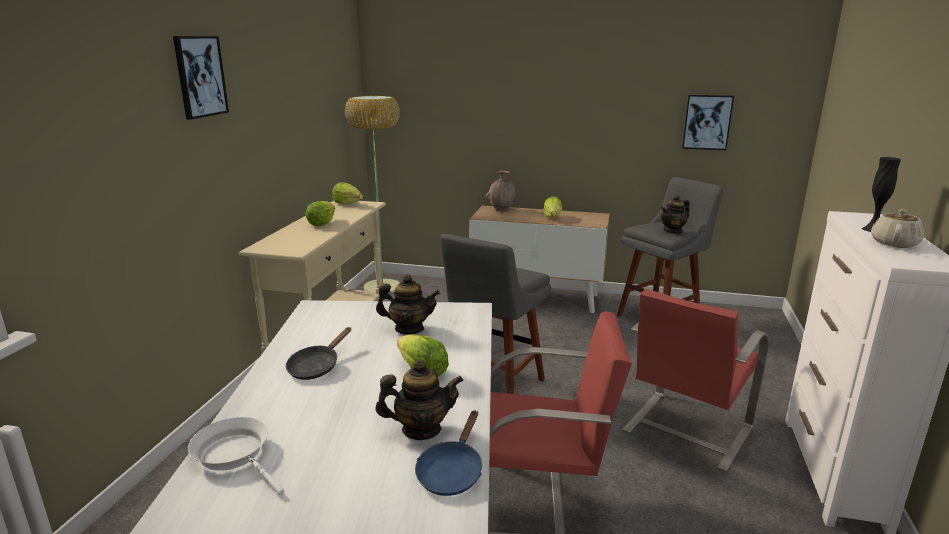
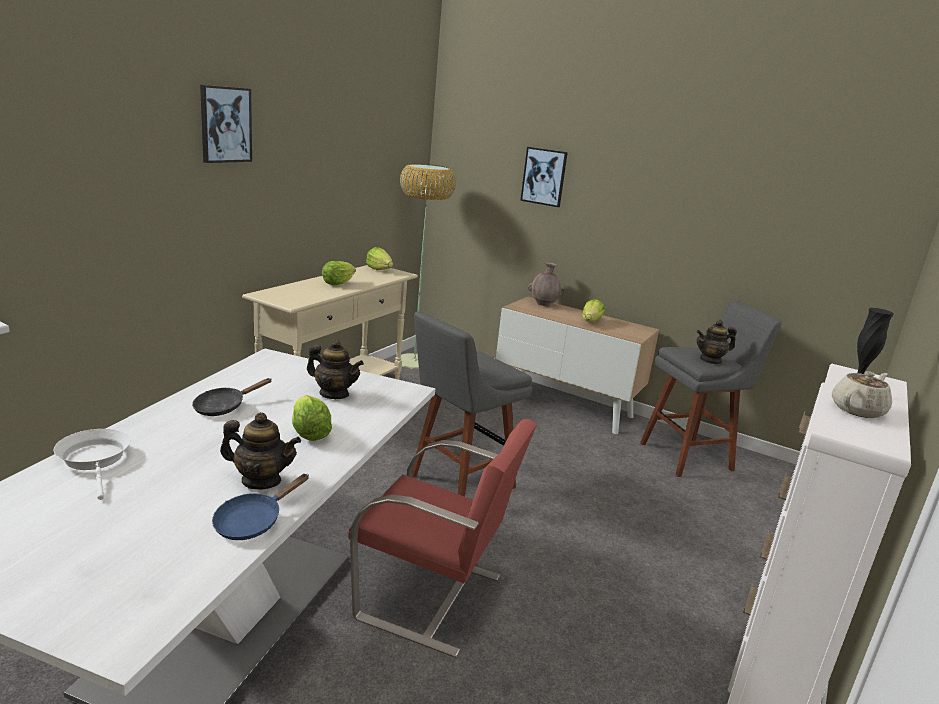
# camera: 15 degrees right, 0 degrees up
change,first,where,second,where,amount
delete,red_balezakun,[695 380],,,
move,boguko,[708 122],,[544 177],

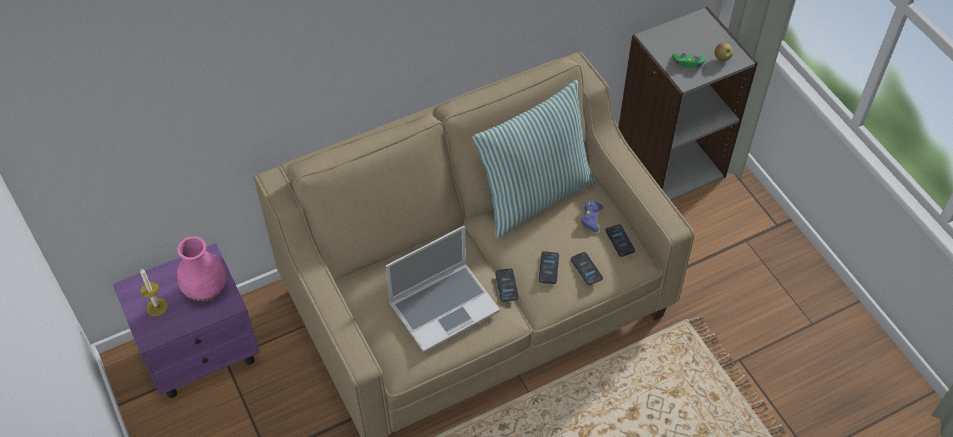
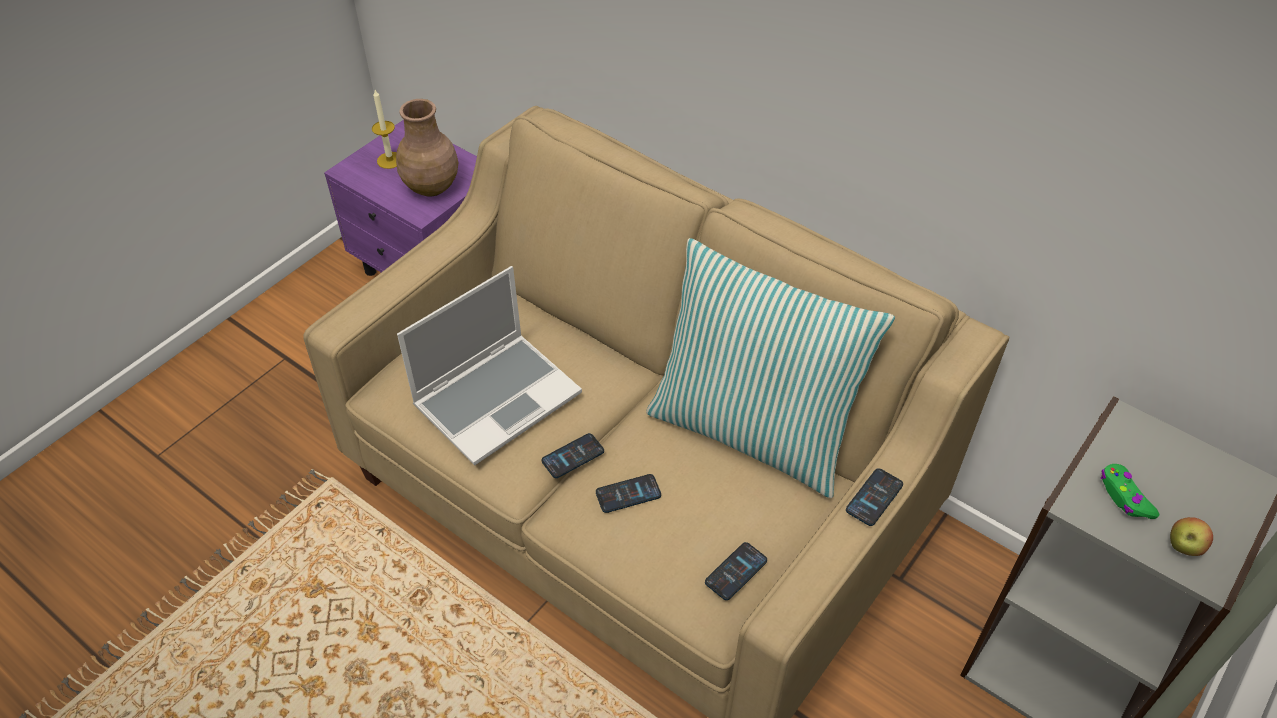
# camera: 65 degrees right, 5 degrees down
change,first,where,second,where,amount
recolor,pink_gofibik,[201 269],brown_gofibik,[427 148],
rotate,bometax,[443 289],,[489 365],75 degrees counterclockwise
move,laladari,[587 268],,[874 497],
delete,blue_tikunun,[592 216],,,

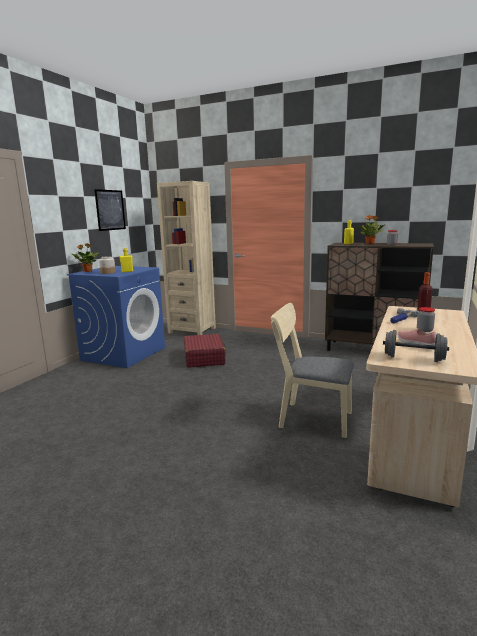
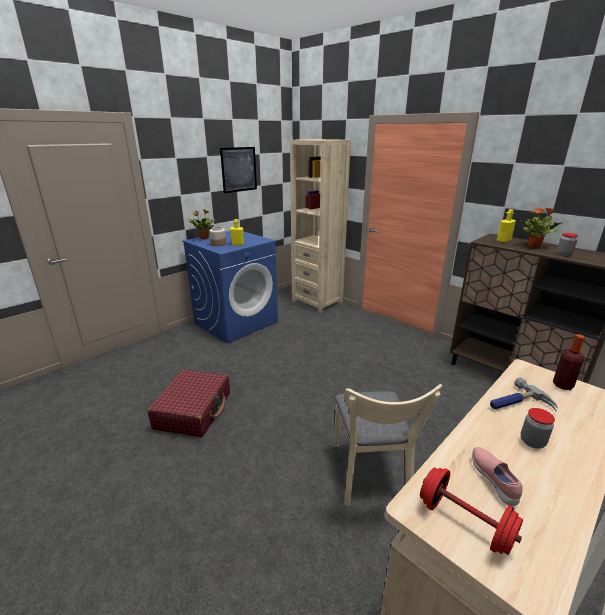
# camera: 20 degrees right, 10 degrees up
change,first,where,second,where,amount
move,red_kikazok,[205 351],,[189 403],
rotate,beige_balezakun,[312 370],,[388 445],135 degrees counterclockwise
recolor,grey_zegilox,[416 346],red_zegilox,[471 511],

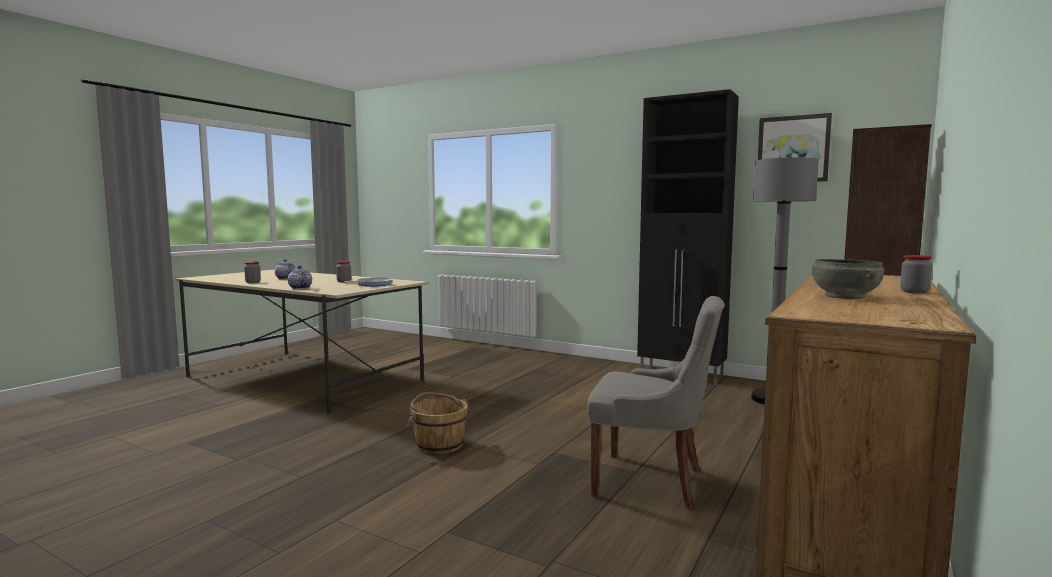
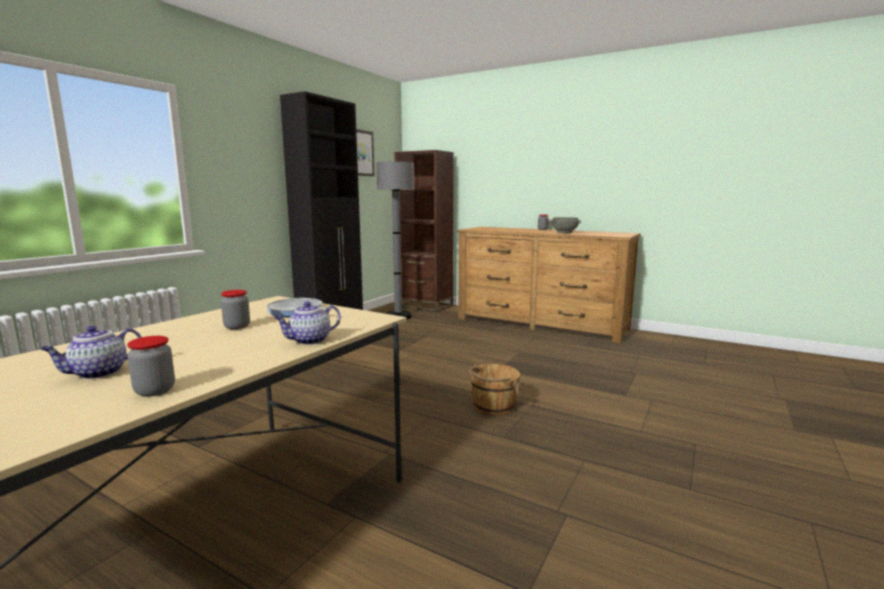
# camera: 90 degrees left, 5 degrees up
change,first,where,second,where,amount
delete,grey_balezakun,[656 403],,,

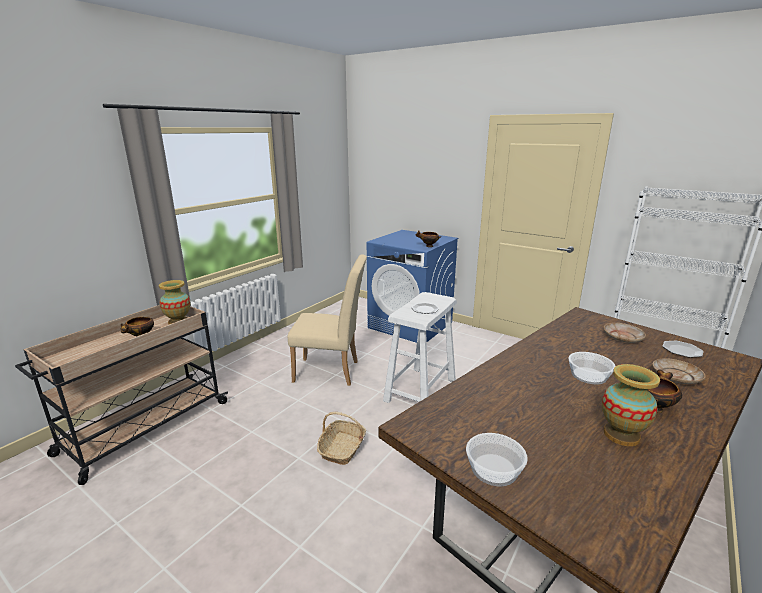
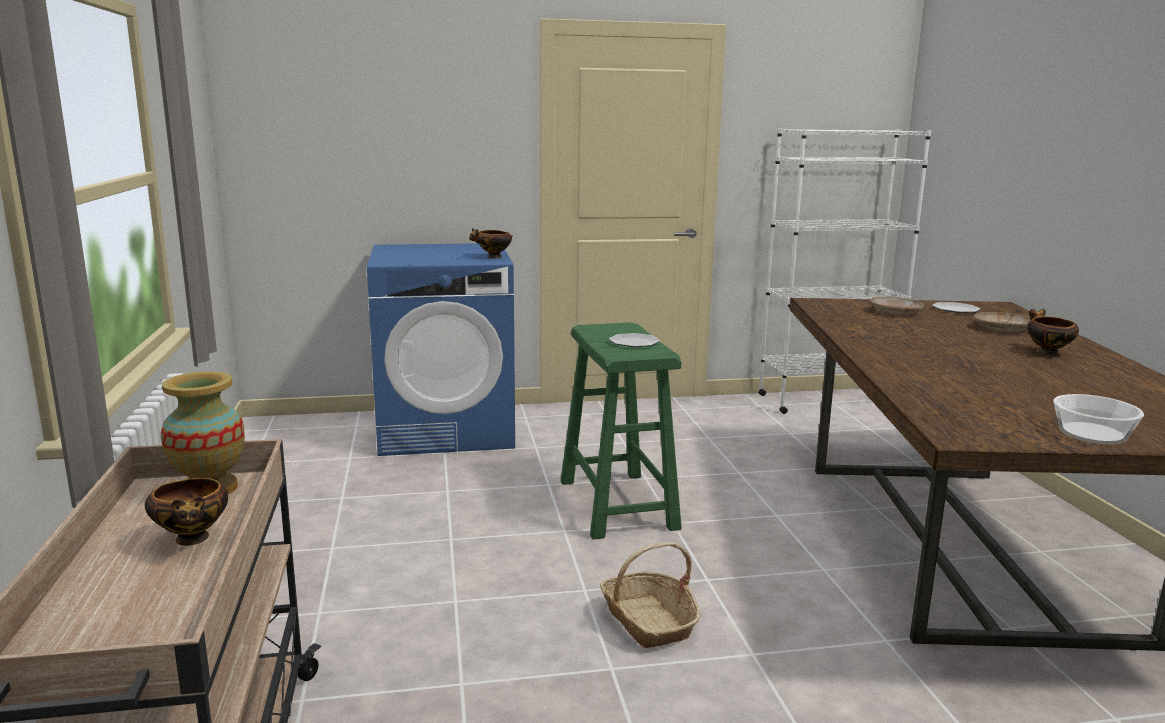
# camera: 45 degrees left, 5 degrees down
change,first,where,second,where,amount
delete,beige_balezakun,[327 320],,,
recolor,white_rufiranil,[420 347],green_rufiranil,[621 431],
delete,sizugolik,[592 368],,,
delete,gofibik,[631 405],,,

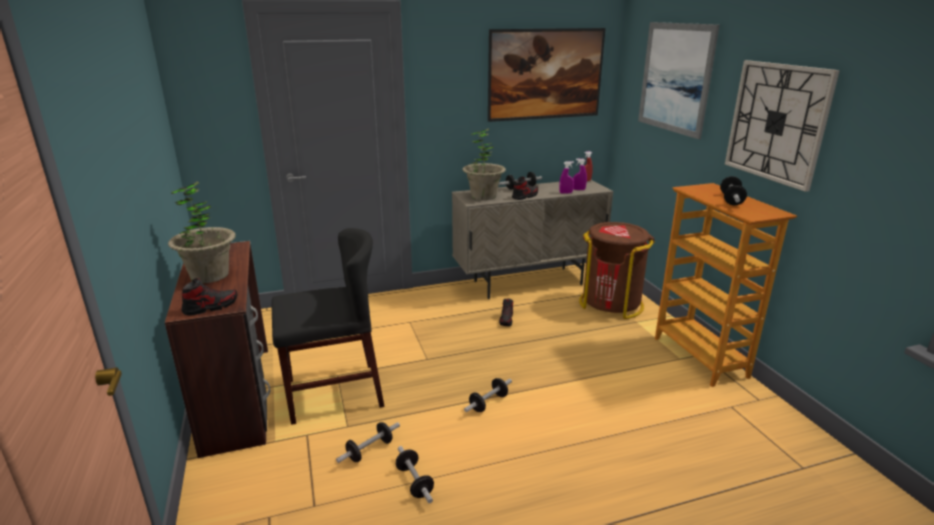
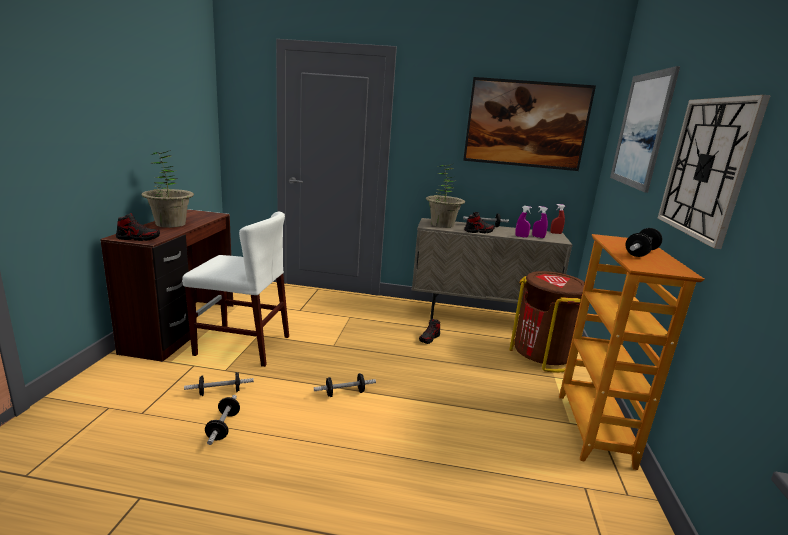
# camera: 25 degrees right, 5 degrees down
change,first,where,second,where,amount
recolor,black_balezakun,[328 326],white_balezakun,[235 289],

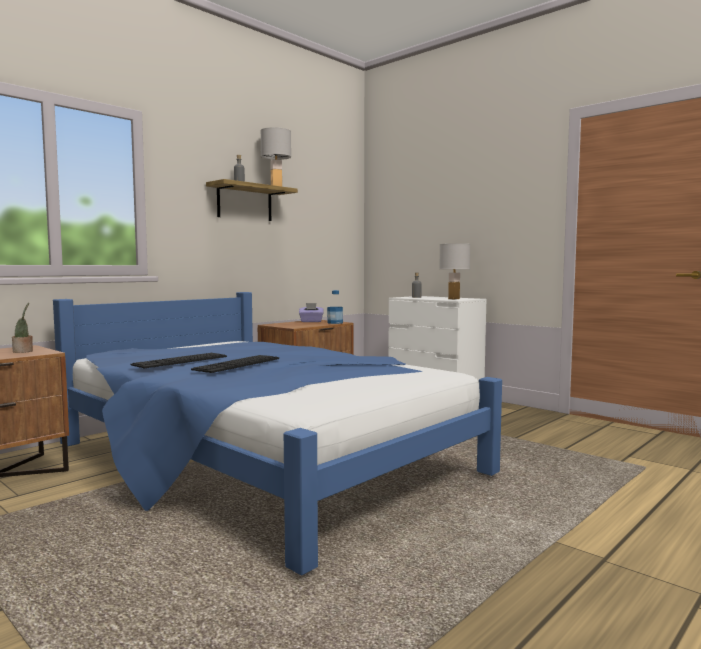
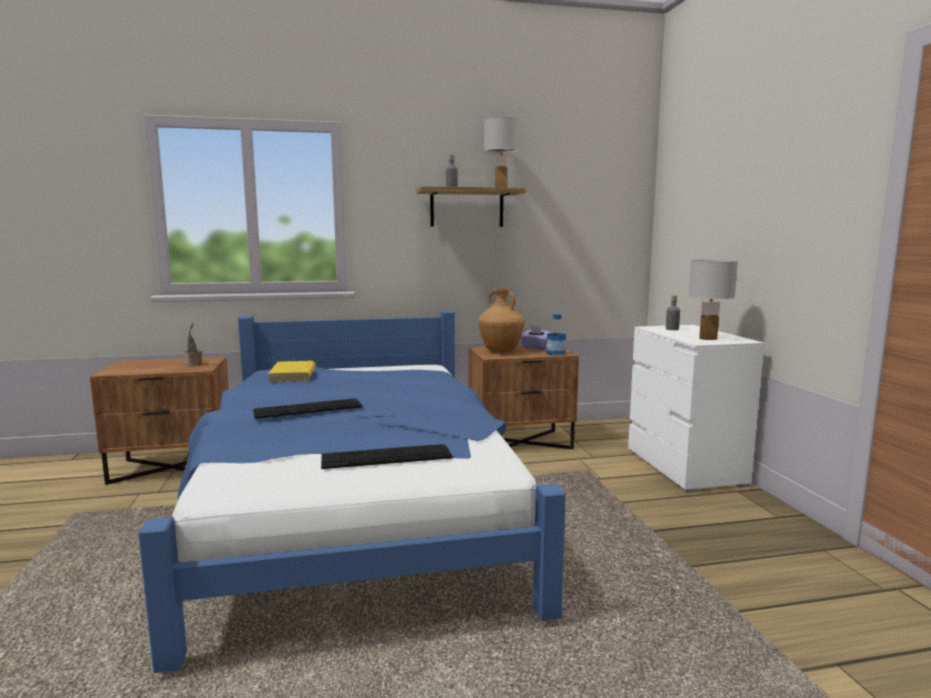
# camera: 35 degrees right, 5 degrees up
change,first,where,second,where,amount
move,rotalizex,[178 361],,[387 456],
insert,,,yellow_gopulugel,[292 372],
insert,,,brown_gofibik,[501 321],

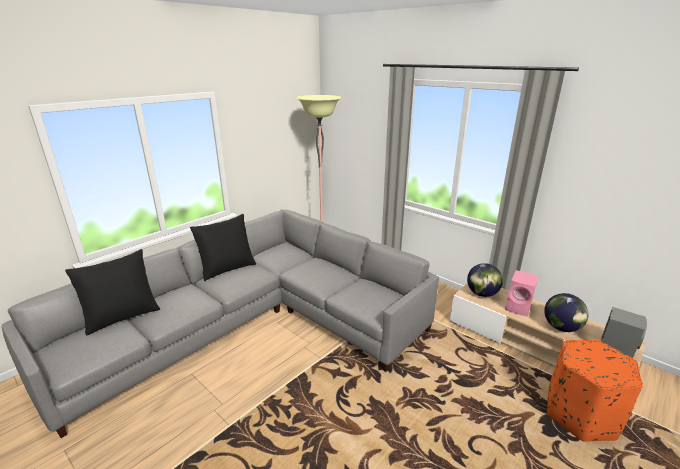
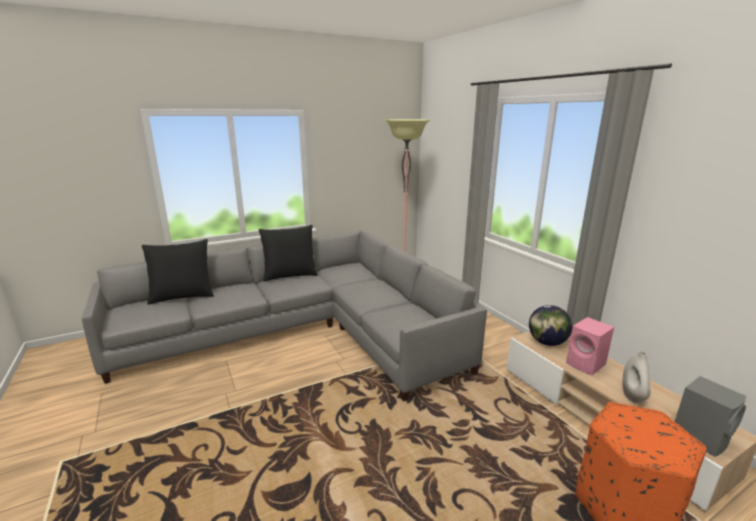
# camera: 20 degrees right, 5 degrees down
change,first,where,second,where,amount
replace,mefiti,[566 312],white_gofibik,[637 377],

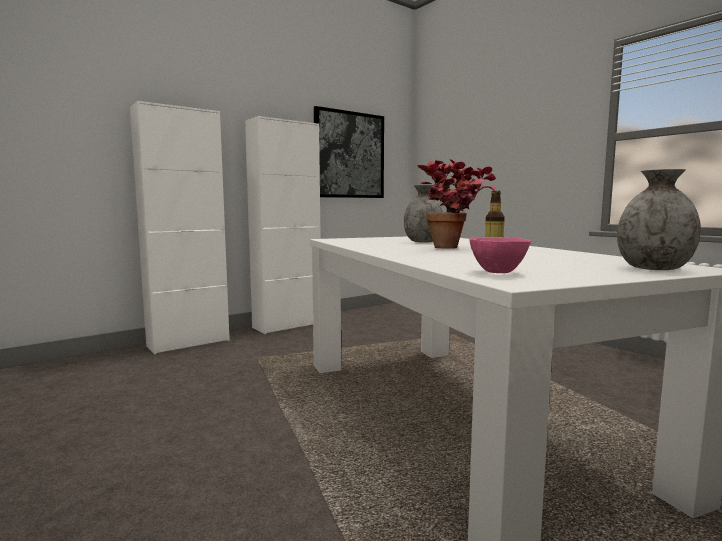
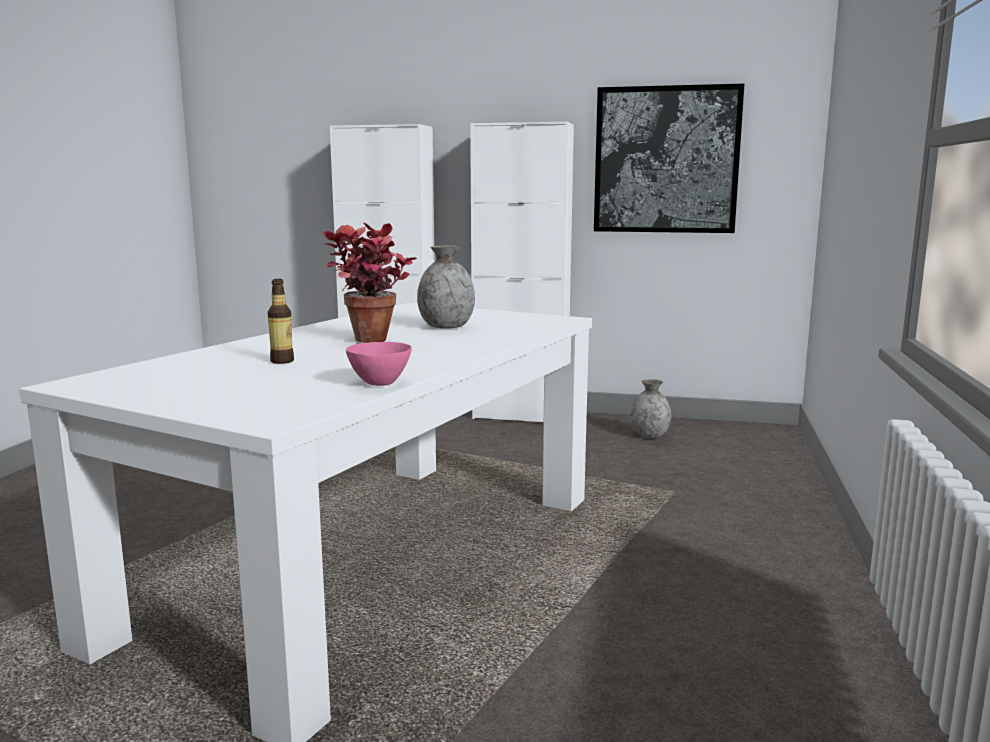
# camera: 50 degrees right, 5 degrees up
change,first,where,second,where,amount
move,pink_sizugolik,[500 255],,[379 364],
move,grey_gofibik,[659 219],,[650 408],

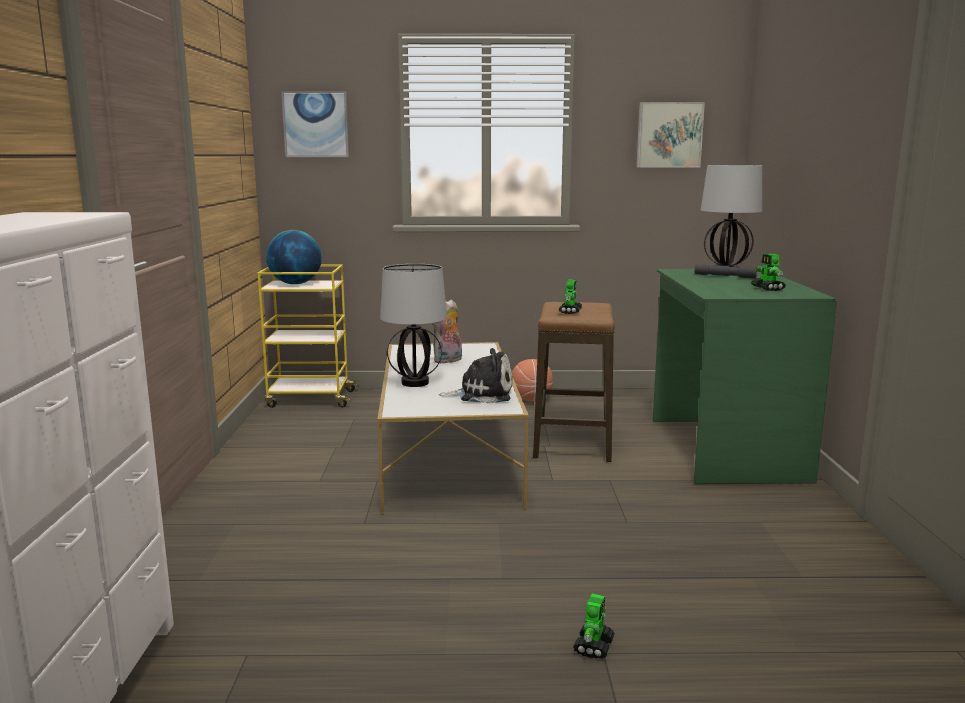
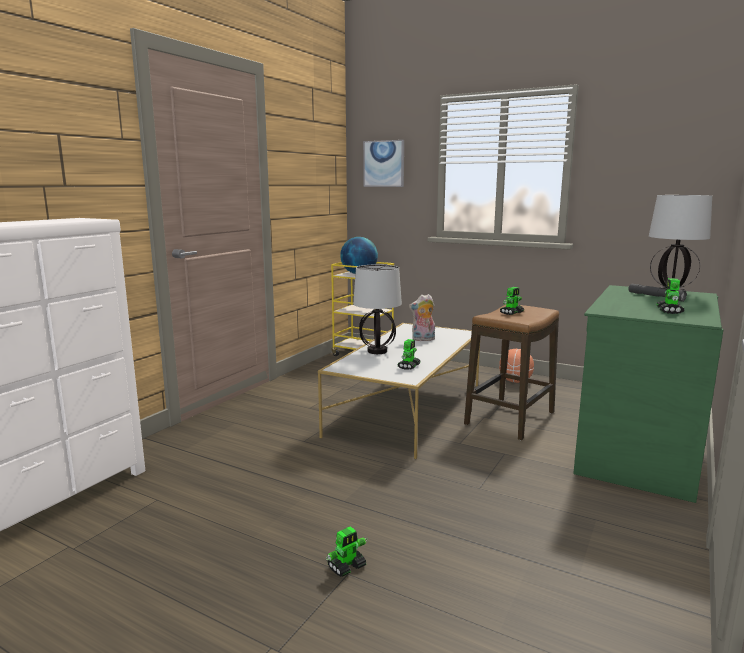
# camera: 30 degrees right, 0 degrees up
change,first,where,second,where,amount
replace,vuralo,[476 376],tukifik,[409 354],
delete,boguko,[670 135],,,

